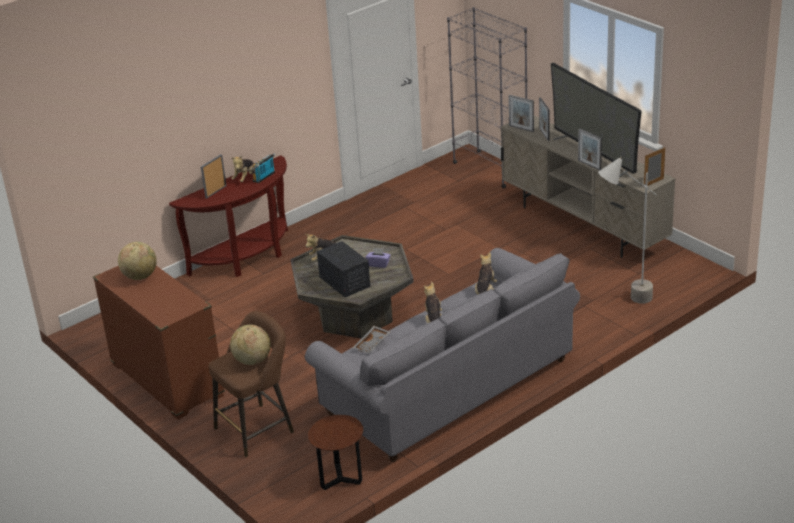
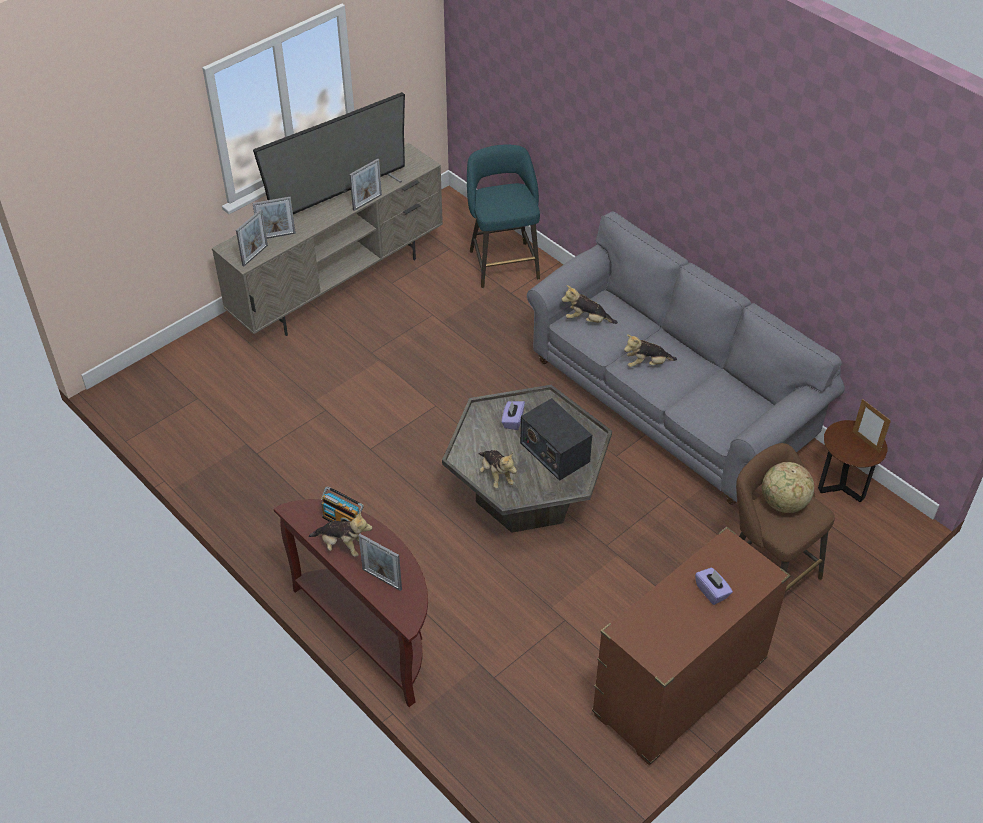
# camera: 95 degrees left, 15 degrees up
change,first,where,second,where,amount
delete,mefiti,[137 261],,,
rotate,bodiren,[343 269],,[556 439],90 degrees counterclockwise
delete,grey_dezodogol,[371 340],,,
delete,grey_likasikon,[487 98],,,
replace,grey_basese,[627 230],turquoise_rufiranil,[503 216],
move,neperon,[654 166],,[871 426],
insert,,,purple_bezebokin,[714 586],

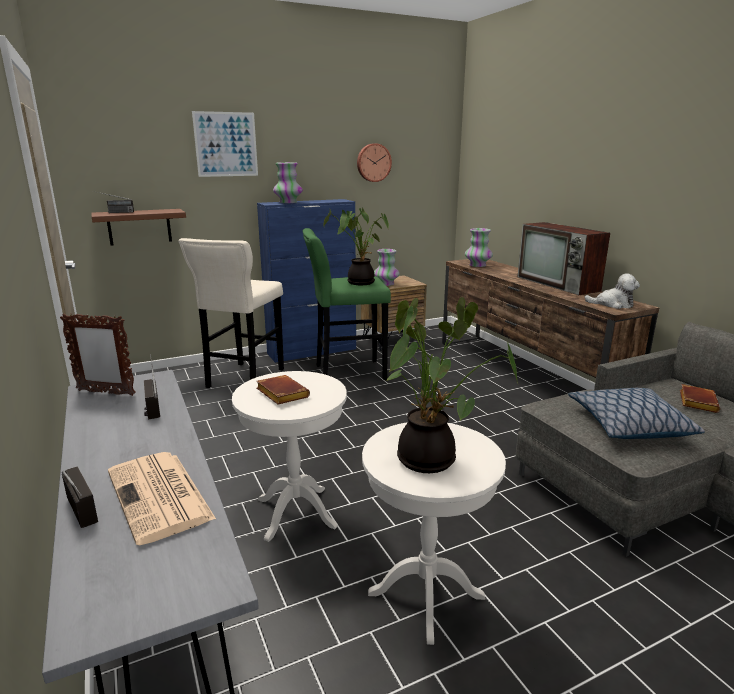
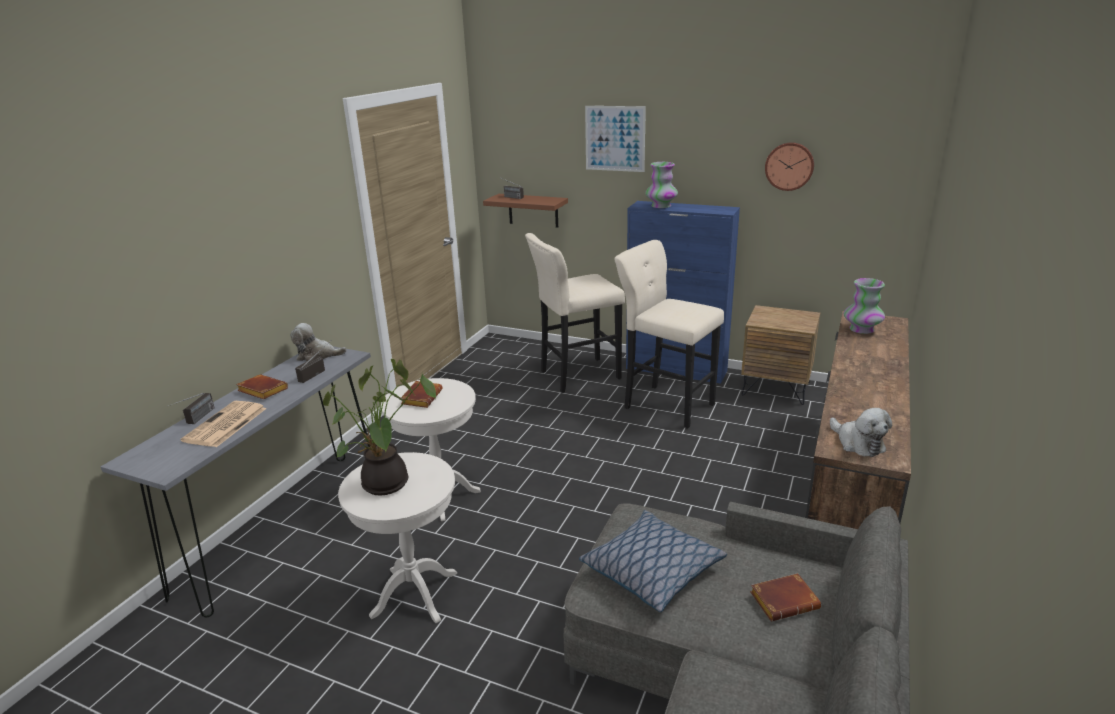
# camera: 50 degrees right, 5 degrees up
change,first,where,second,where,amount
replace,neperon,[98 355],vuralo,[318 342],
recolor,green_rufiranil,[347 304],beige_rufiranil,[669 334],
delete,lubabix,[356 246],,,
delete,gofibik,[387 267],,,
delete,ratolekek,[564 258],,,
insert,,,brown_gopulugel,[262 386],

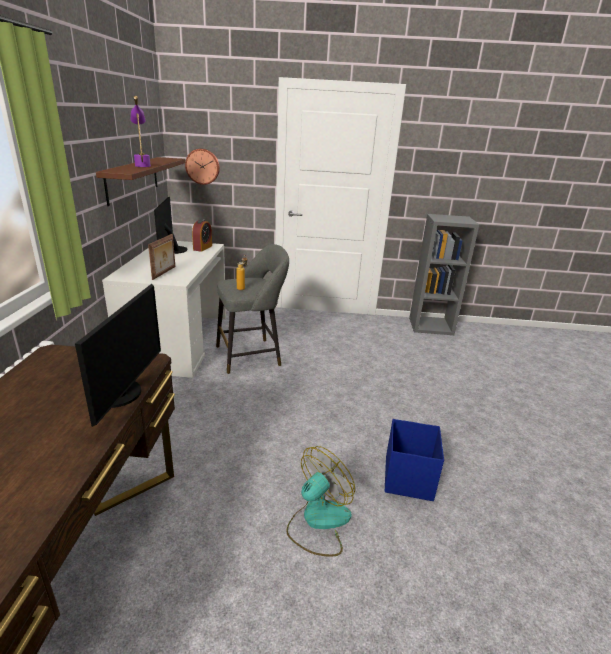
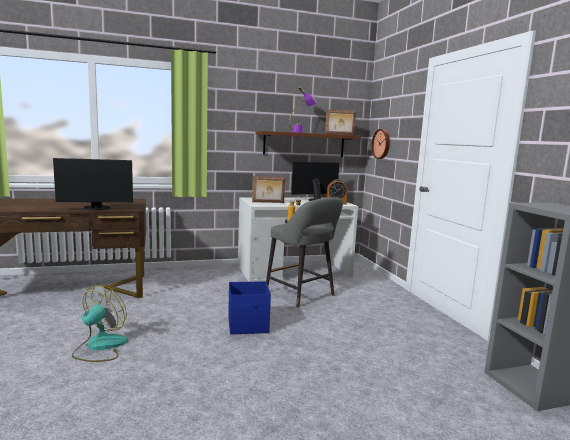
# camera: 70 degrees right, 15 degrees down
change,first,where,second,where,amount
rotate,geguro,[320 501],,[100 323],90 degrees counterclockwise
move,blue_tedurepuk,[414 460],,[249 307],
insert,,,neperon,[340 122],

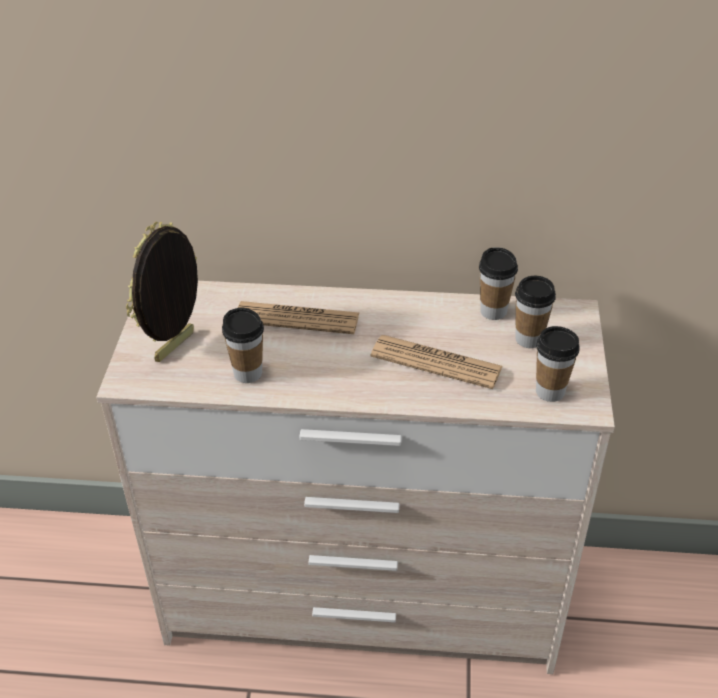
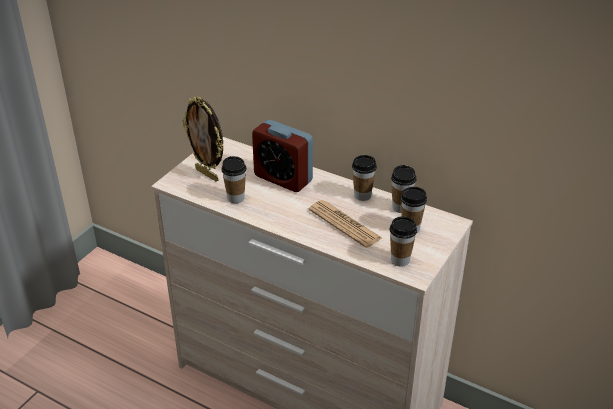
# camera: 25 degrees right, 5 degrees down
change,first,where,second,where,amount
rotate,neperon,[162 292],,[203 138],105 degrees counterclockwise
replace,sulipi,[298 317],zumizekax,[282 156],
insert,,,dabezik,[364 178],

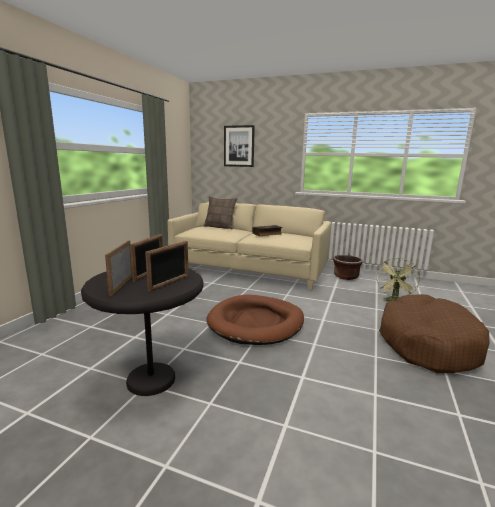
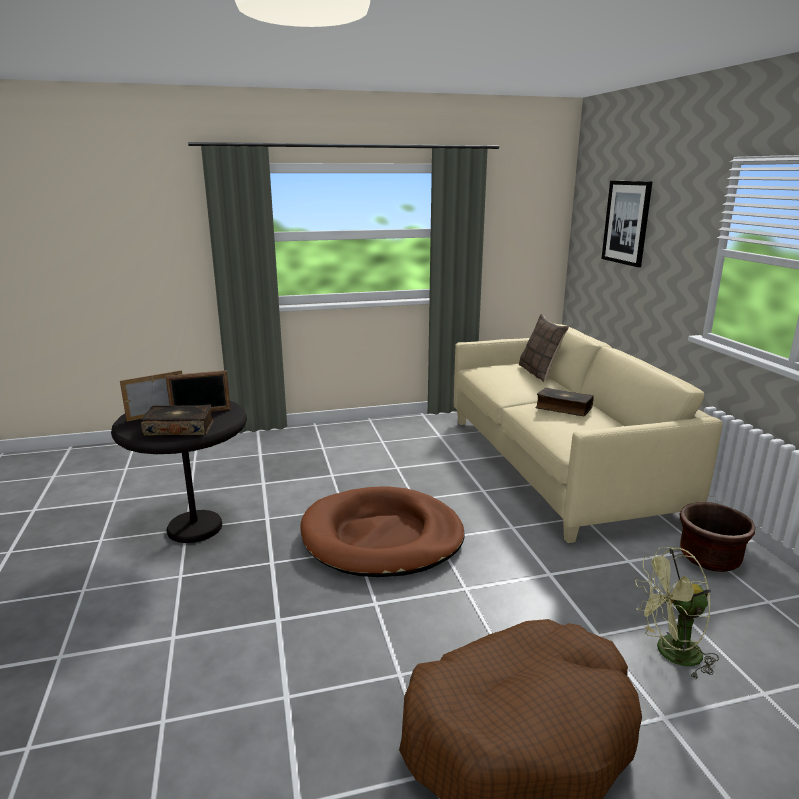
# camera: 55 degrees right, 5 degrees up
change,first,where,second,where,amount
replace,neperon,[167 266],gopulugel,[177 420],

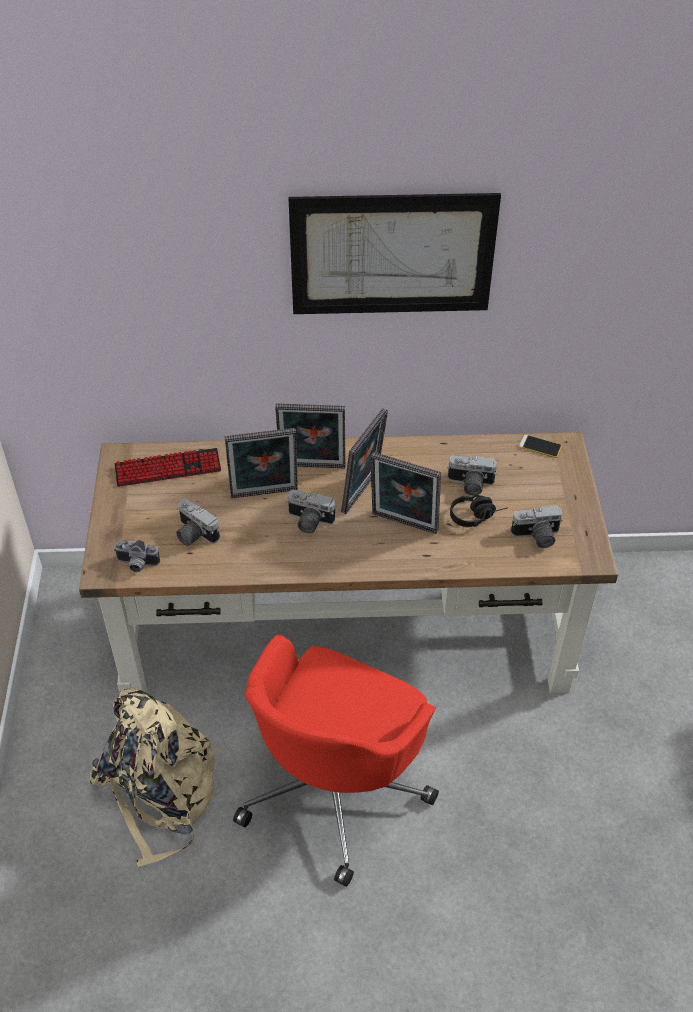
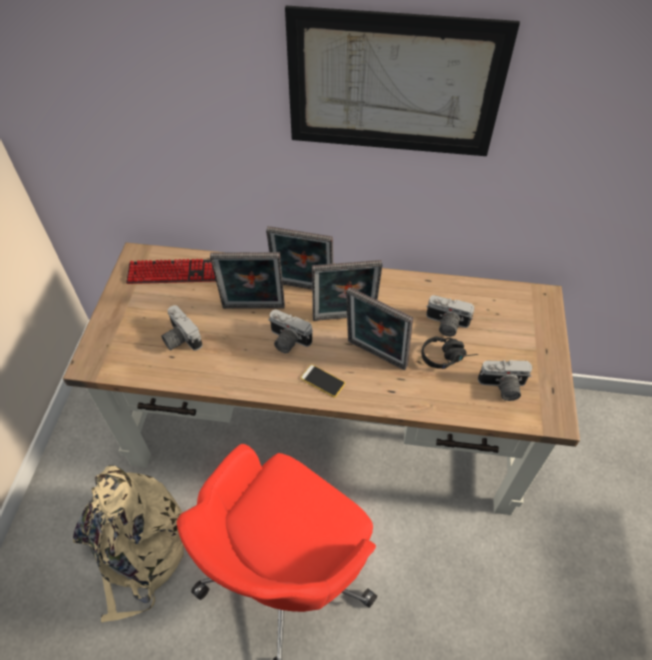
# camera: 10 degrees right, 5 degrees up
change,first,where,second,where,amount
delete,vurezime,[137 556],,,
rotate,neperon,[364 461],,[347 290],45 degrees clockwise
move,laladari,[540 446],,[322 380],

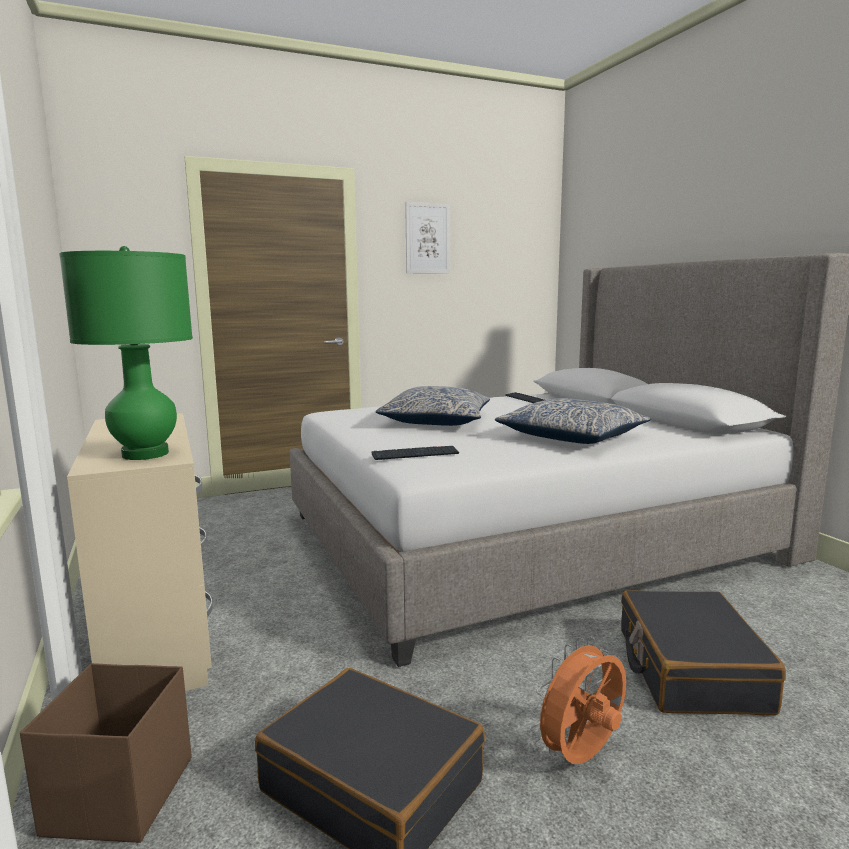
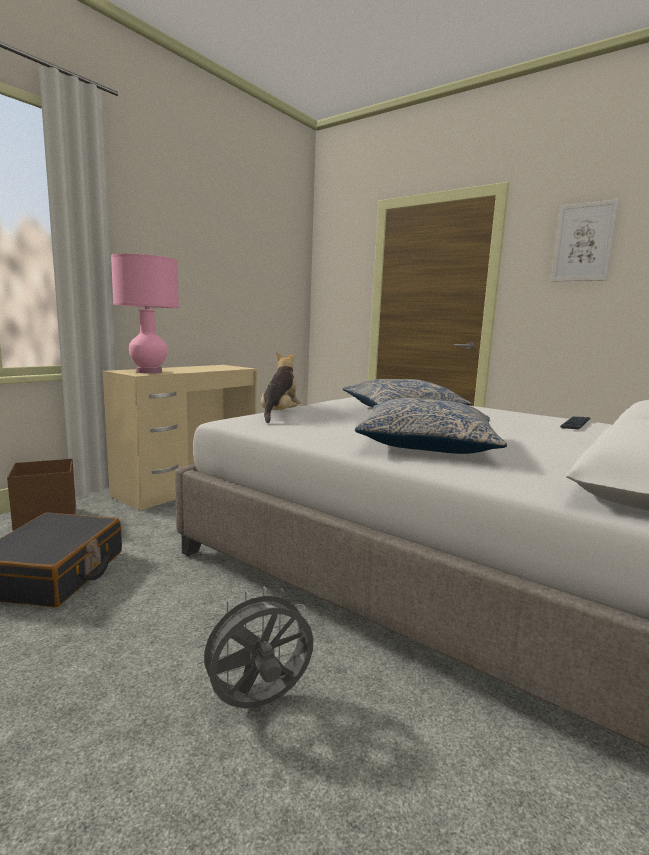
# camera: 60 degrees right, 0 degrees up
change,first,where,second,where,amount
recolor,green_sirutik,[126 353],pink_sirutik,[145 313],
replace,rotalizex,[415 453],vuralo,[281 387],
delete,orange_geguro,[578 700],,,
replace,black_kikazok,[703 652],grey_geguro,[254 647],

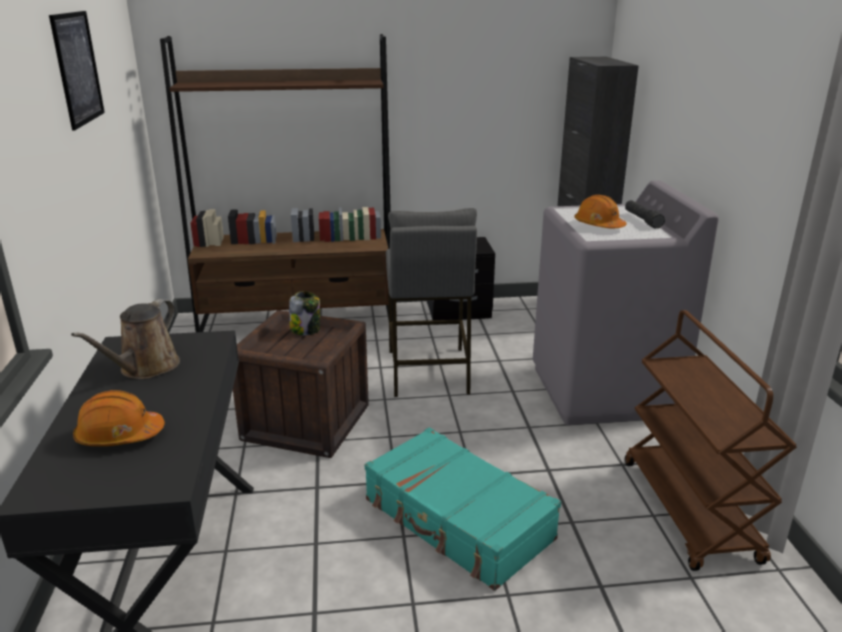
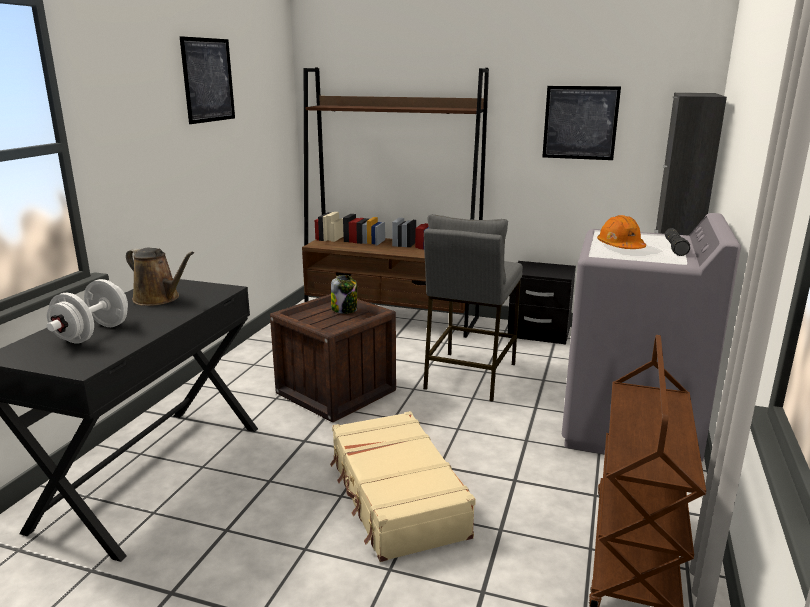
# camera: 25 degrees right, 5 degrees down
change,first,where,second,where,amount
rotate,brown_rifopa,[125 339],,[160 277],105 degrees counterclockwise
replace,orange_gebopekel,[119 418],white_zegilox,[87 311],
recolor,turquoise_kikazok,[463 509],beige_kikazok,[403 486],
insert,,,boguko,[581 123],

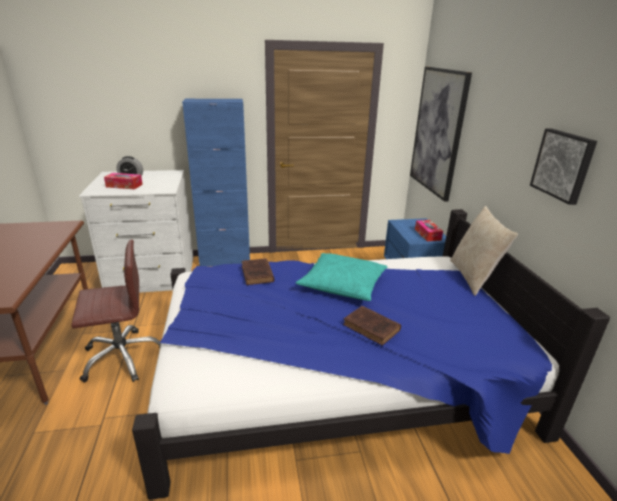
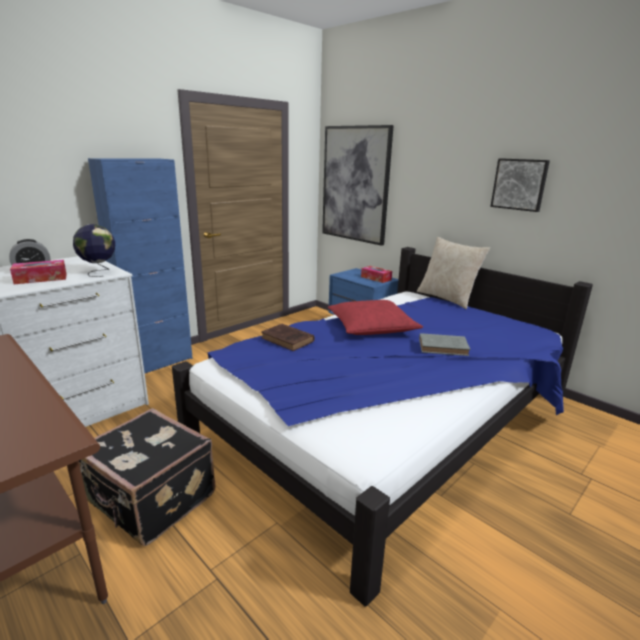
# camera: 35 degrees left, 5 degrees down
change,first,where,second,where,amount
replace,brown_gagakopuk,[116 311],black_kikazok,[147 477],
recolor,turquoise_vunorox,[342 277],red_vunorox,[375 317],
recolor,brown_gopulugel,[372 326],grey_gopulugel,[444 344],
insert,,,mefiti,[94 250],

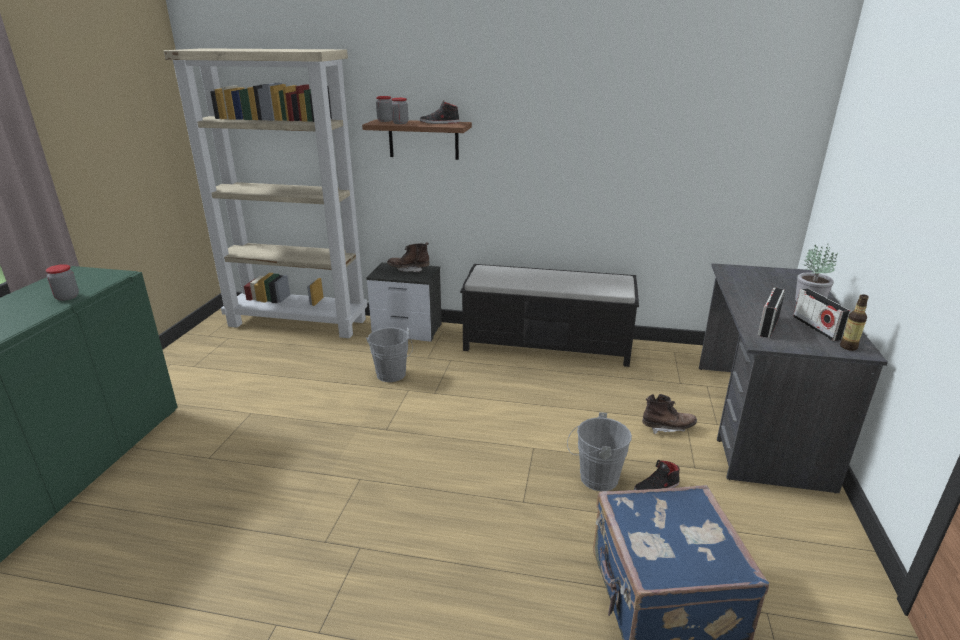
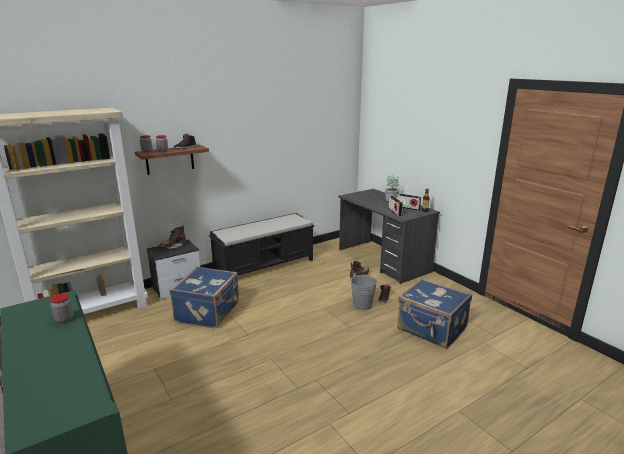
# camera: 45 degrees left, 5 degrees down
change,first,where,second,where,amount
replace,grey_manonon,[389 355],blue_kikazok,[204 297],

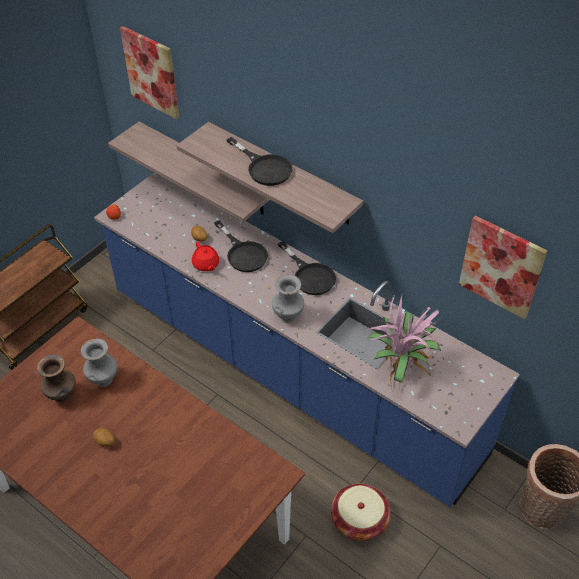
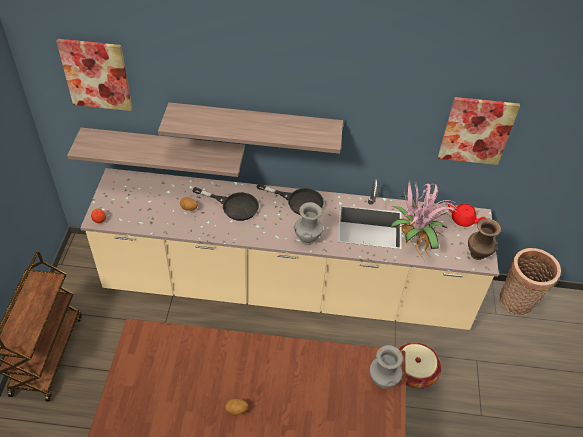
# camera: 35 degrees left, 0 degrees up
change,first,where,second,where,amount
move,brown_gofibik,[56 379],,[484 239],
move,grey_gofibik,[99 363],,[386 367],
recolor,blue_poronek,[307 339],beige_poronek,[289 249],
move,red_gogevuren,[205 256],,[467 215],
delete,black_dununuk,[259 161],,,

